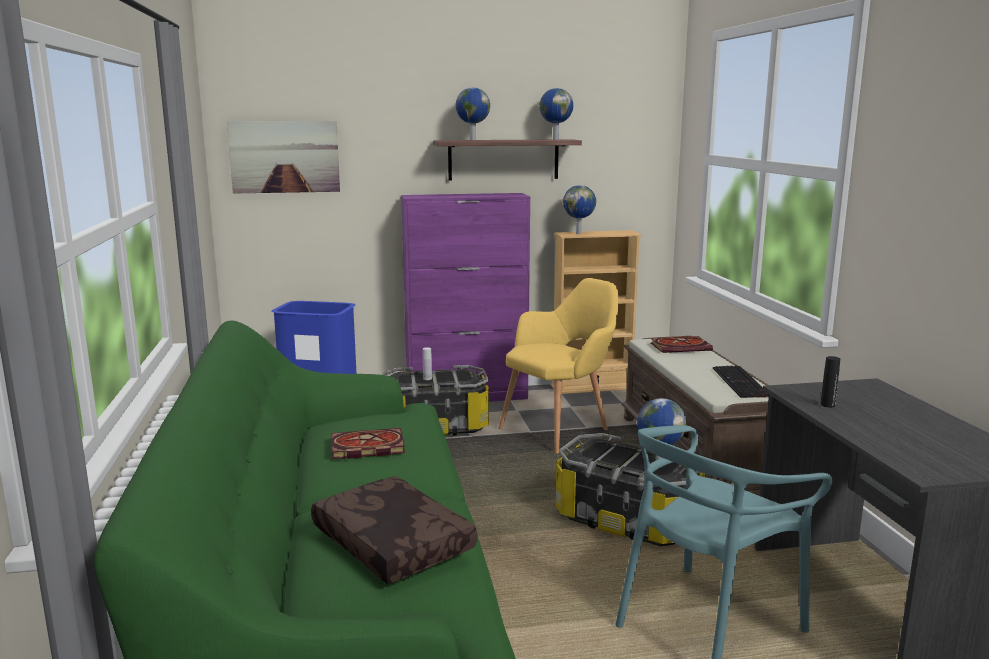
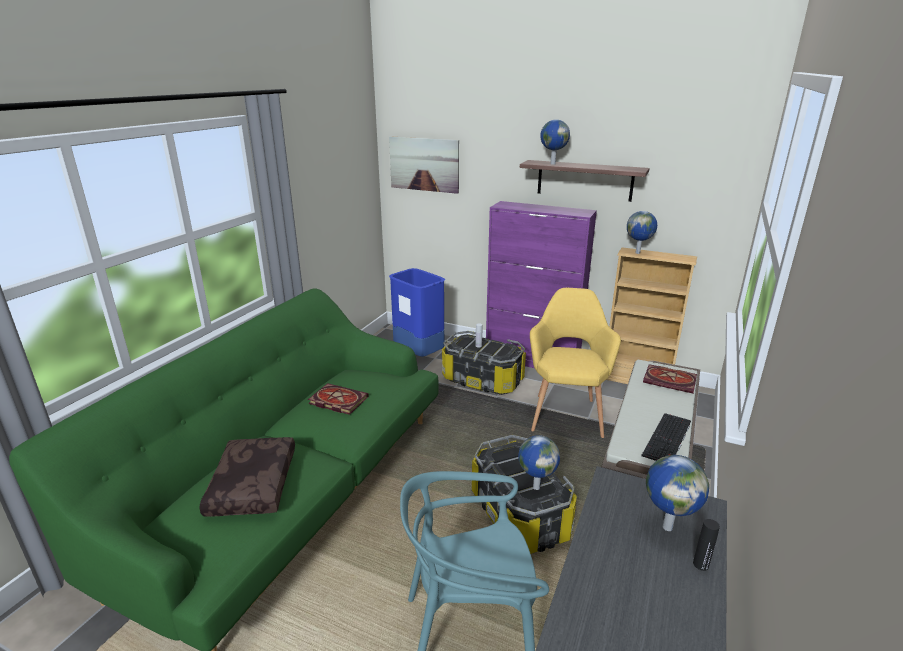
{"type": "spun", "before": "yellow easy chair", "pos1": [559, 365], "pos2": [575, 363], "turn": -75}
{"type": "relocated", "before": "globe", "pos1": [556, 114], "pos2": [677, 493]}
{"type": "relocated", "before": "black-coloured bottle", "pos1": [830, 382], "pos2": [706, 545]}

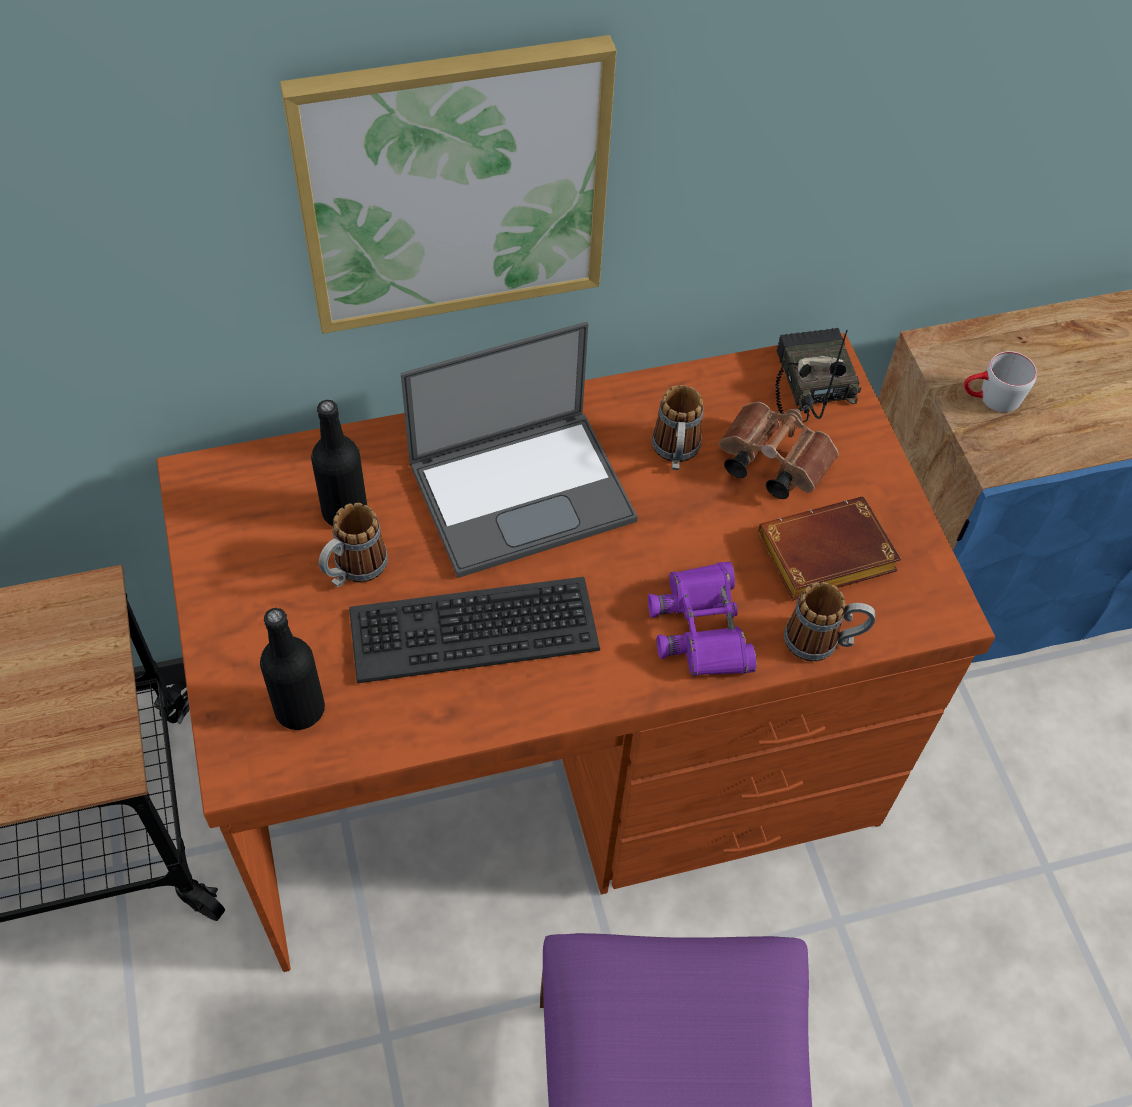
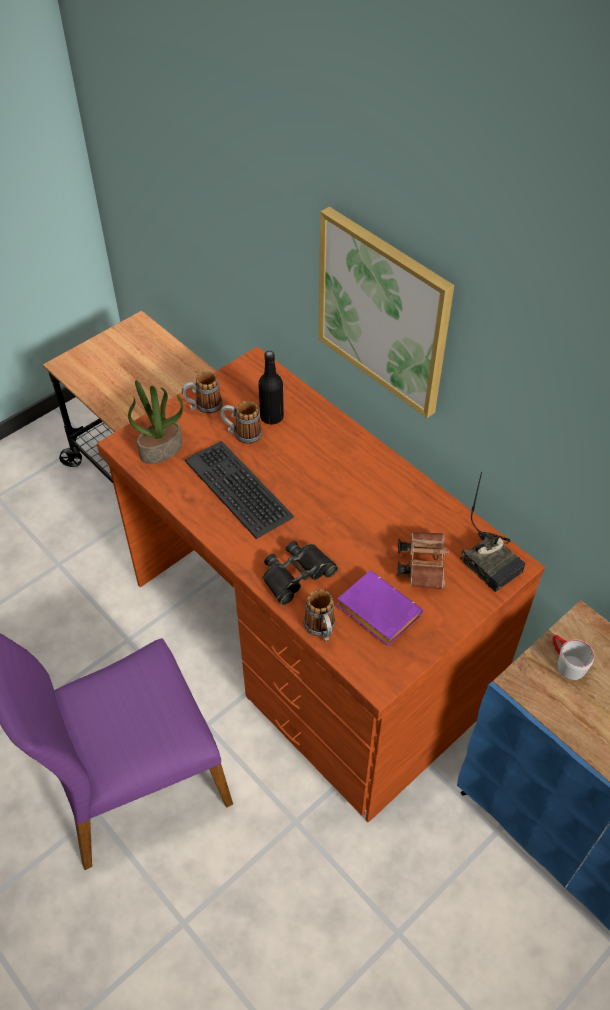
{"type": "exchanged", "before": "black-coloured bottle", "after": "plant in a pot", "pos1": [292, 669], "pos2": [155, 422]}
{"type": "relocated", "before": "mug", "pos1": [677, 427], "pos2": [202, 392]}
{"type": "colour", "before": "purple field glasses", "after": "black-coloured field glasses", "pos1": [702, 619], "pos2": [300, 573]}
{"type": "colour", "before": "brown-coloured bound book", "after": "purple bound book", "pos1": [829, 548], "pos2": [380, 608]}
{"type": "spun", "before": "radio receiver", "pos1": [818, 375], "pos2": [493, 532], "turn": 90}
{"type": "missing", "before": "portable computer", "pos1": [519, 450]}

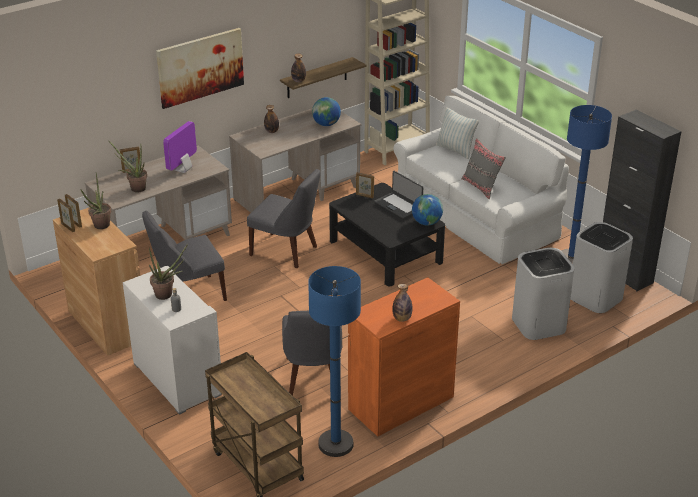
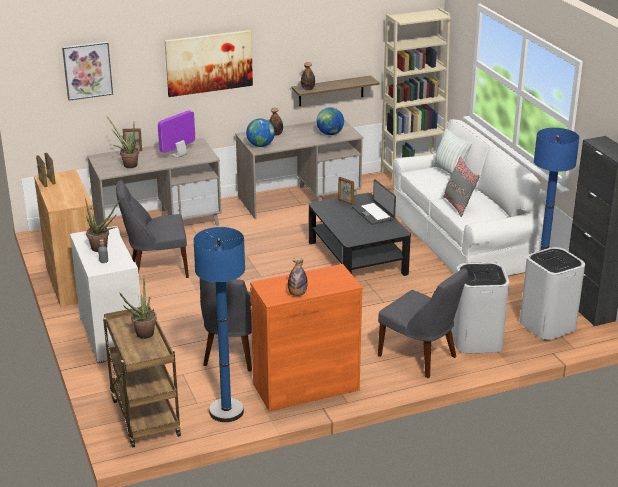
{"type": "appeared", "after": "wall picture", "pos2": [87, 71]}
{"type": "relocated", "before": "plant in a pot", "pos1": [96, 201], "pos2": [138, 308]}
{"type": "relocated", "before": "globe", "pos1": [427, 210], "pos2": [260, 132]}
{"type": "relocated", "before": "greyish plain chair", "pos1": [284, 218], "pos2": [423, 323]}

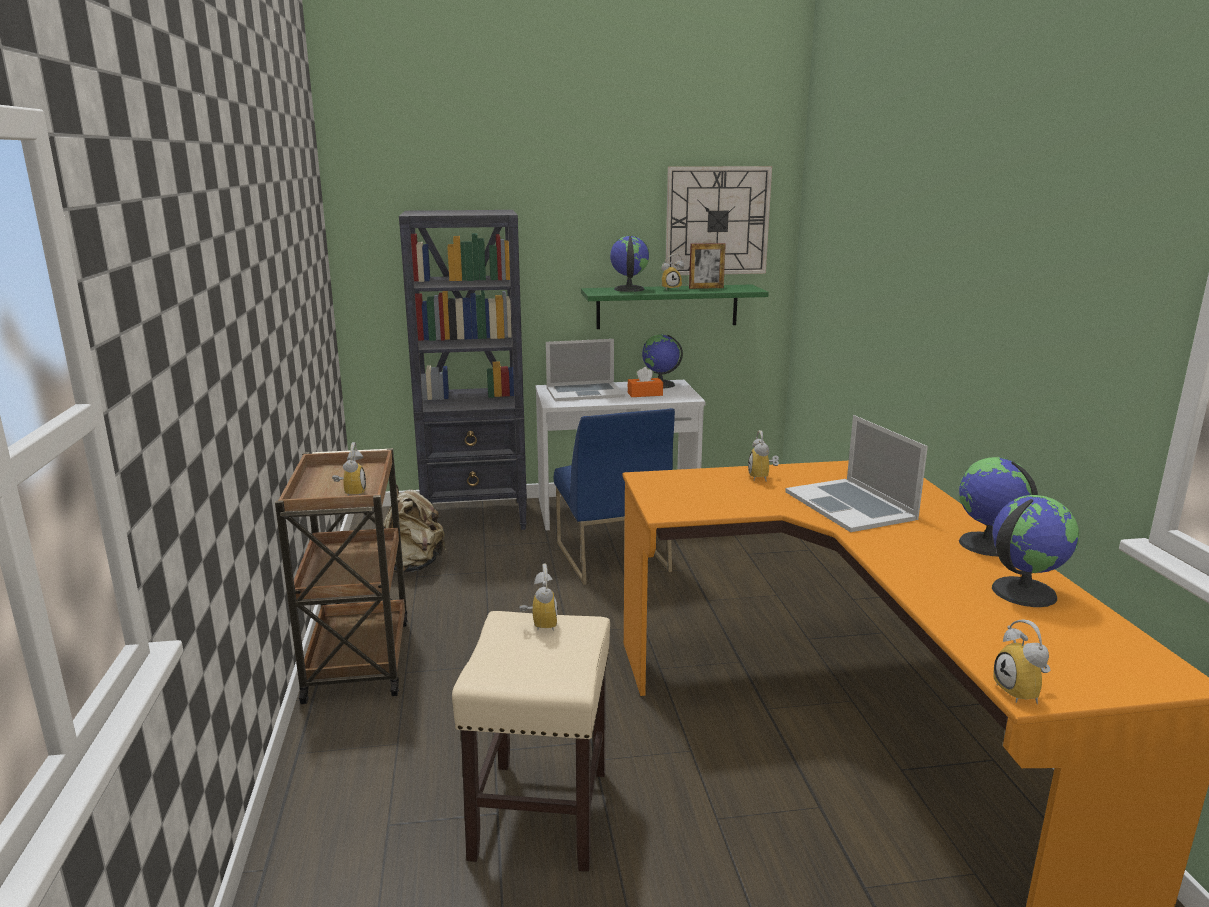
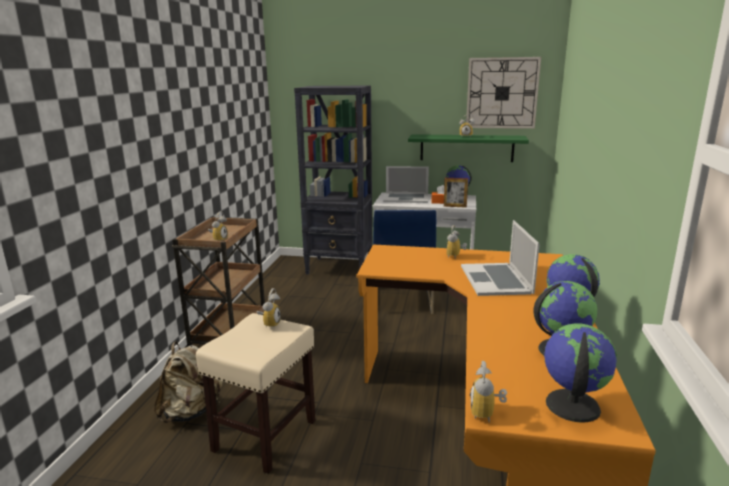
{"type": "relocated", "before": "sand-coloured knapsack", "pos1": [414, 528], "pos2": [188, 382]}
{"type": "relocated", "before": "photo frame", "pos1": [707, 266], "pos2": [456, 193]}
{"type": "relocated", "before": "globe", "pos1": [629, 264], "pos2": [580, 373]}

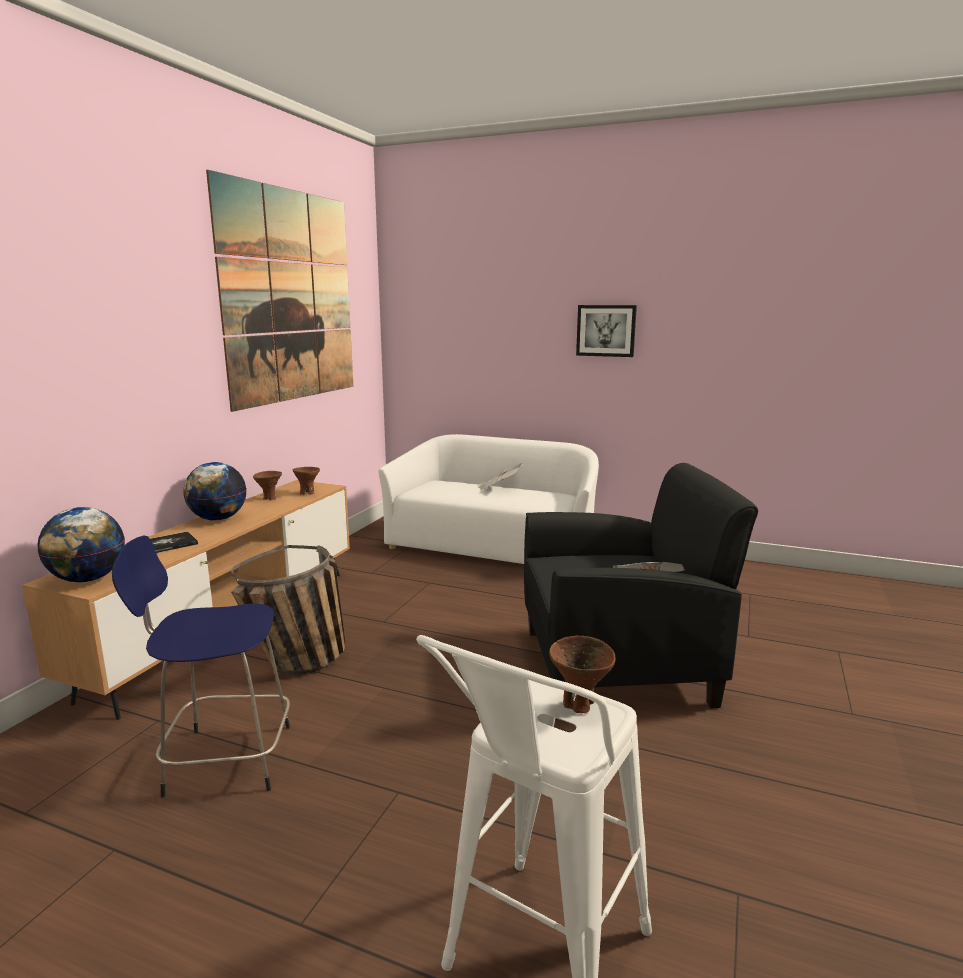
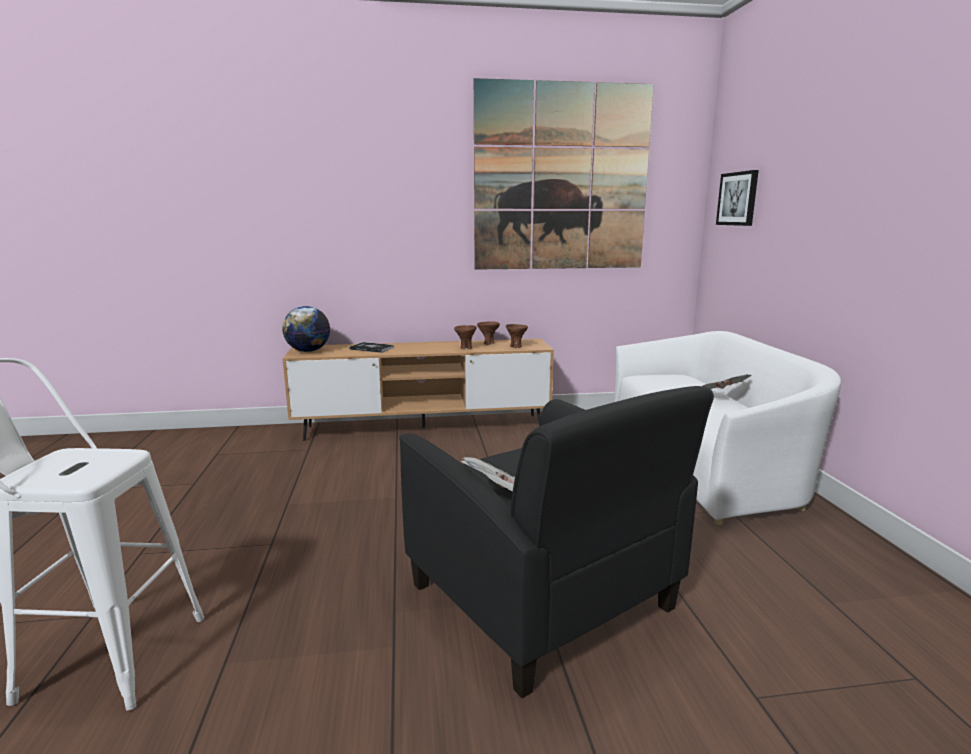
{"type": "relocated", "before": "brown-coloured serving bowl", "pos1": [582, 674], "pos2": [465, 337]}
{"type": "relocated", "before": "wall picture", "pos1": [606, 331], "pos2": [737, 198]}
{"type": "missing", "before": "blue sitting stool", "pos1": [201, 666]}
{"type": "missing", "before": "globe", "pos1": [215, 491]}
{"type": "missing", "before": "household basket", "pos1": [288, 610]}

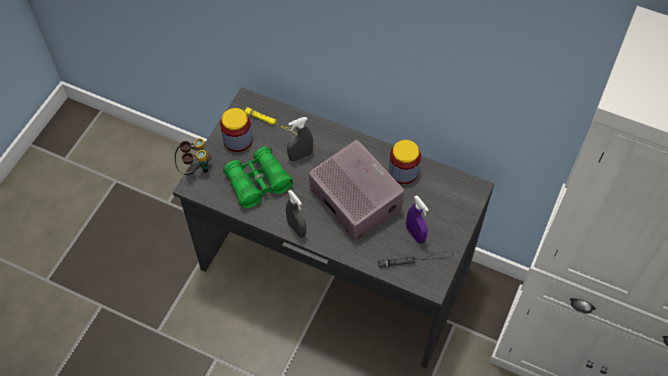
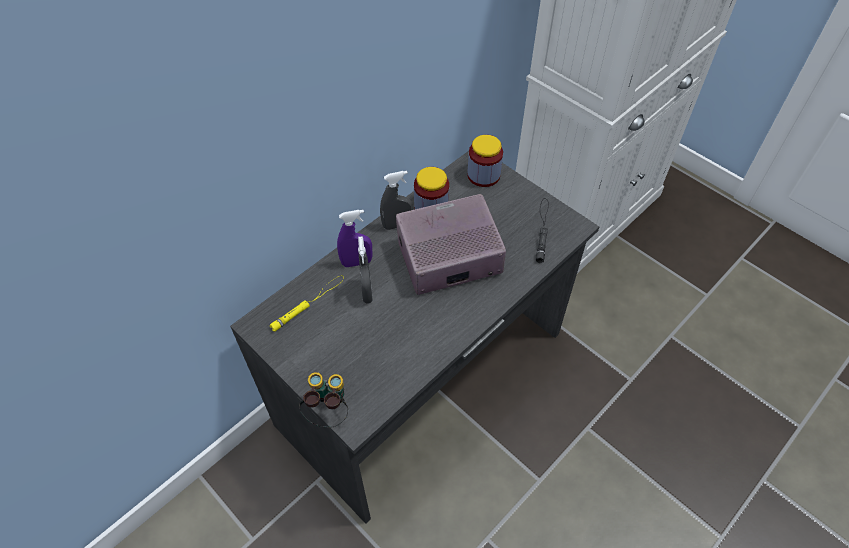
{"type": "relocated", "before": "purple hand sprayer", "pos1": [417, 219], "pos2": [354, 238]}
{"type": "relocated", "before": "greyish hand sprayer", "pos1": [296, 213], "pos2": [396, 200]}
{"type": "relocated", "before": "storage jar", "pos1": [236, 130], "pos2": [485, 161]}
{"type": "missing", "before": "green field glasses", "pos1": [258, 177]}

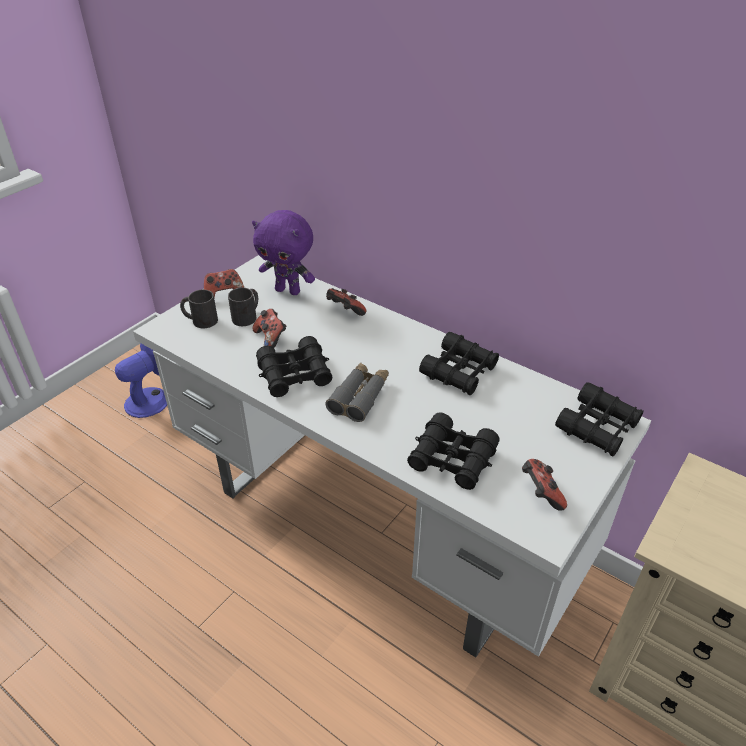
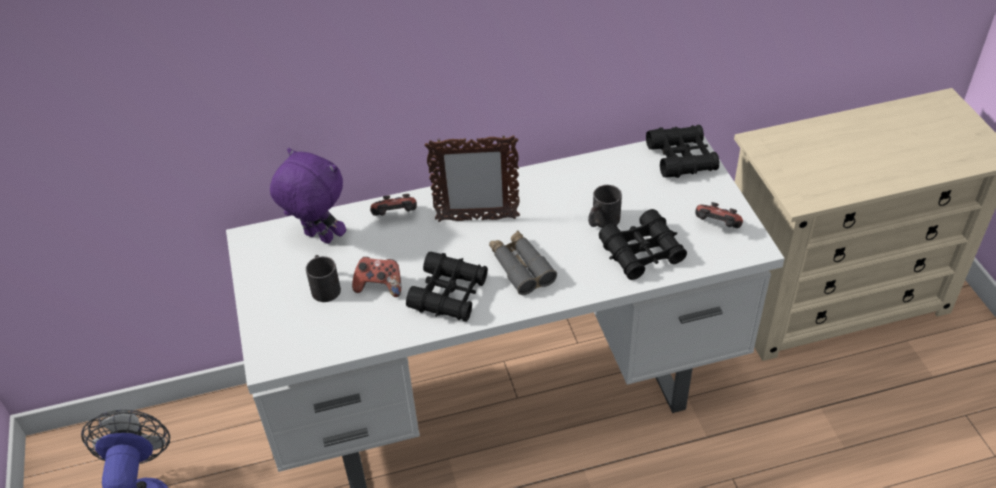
{"type": "spun", "before": "purple plush toy", "pos1": [283, 252], "pos2": [308, 196], "turn": -120}
{"type": "appeared", "after": "photo frame", "pos2": [472, 178]}
{"type": "relocated", "before": "black-coloured mug", "pos1": [199, 309], "pos2": [605, 206]}
{"type": "missing", "before": "game controller", "pos1": [224, 283]}
{"type": "missing", "before": "black-coloured field glasses", "pos1": [459, 363]}

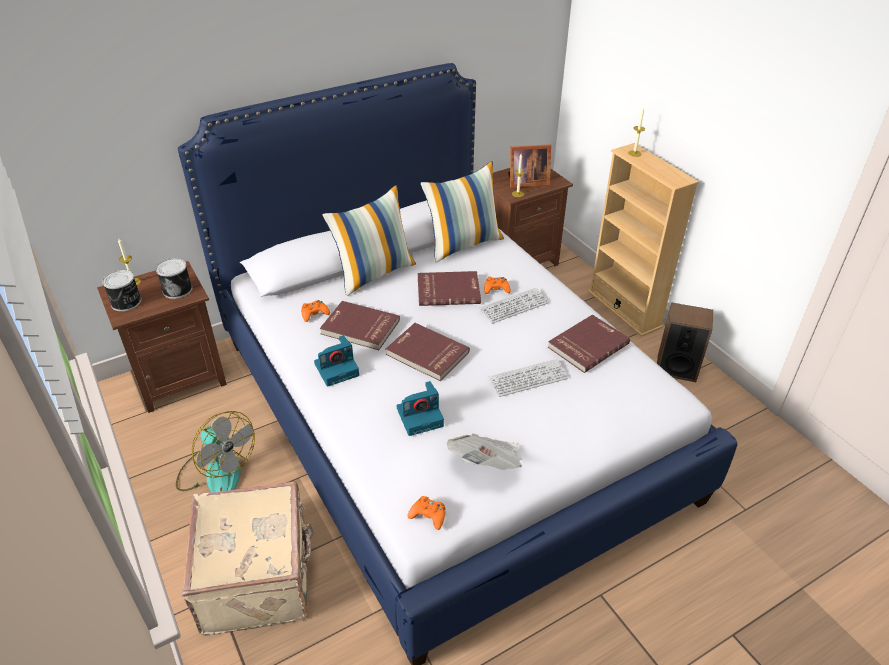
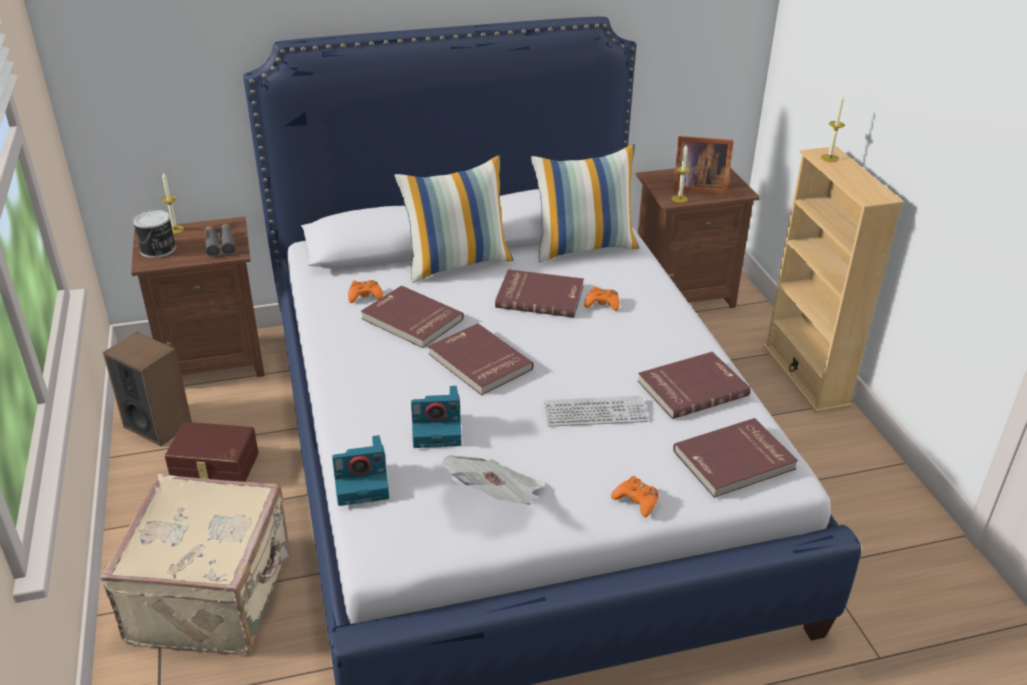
{"type": "relocated", "before": "speaker", "pos1": [685, 342], "pos2": [147, 389]}
{"type": "exchanged", "before": "cooling fan", "after": "brown-coloured storage container", "pos1": [215, 451], "pos2": [211, 452]}
{"type": "exchanged", "before": "sealed can", "after": "greyish field glasses", "pos1": [174, 278], "pos2": [220, 240]}
{"type": "relocated", "before": "photo camera", "pos1": [336, 361], "pos2": [360, 470]}
{"type": "relocated", "before": "orangey game controller", "pos1": [427, 513], "pos2": [635, 496]}
{"type": "appeared", "after": "reddish bound book", "pos2": [735, 458]}
{"type": "missing", "before": "PC keyboard", "pos1": [514, 305]}

